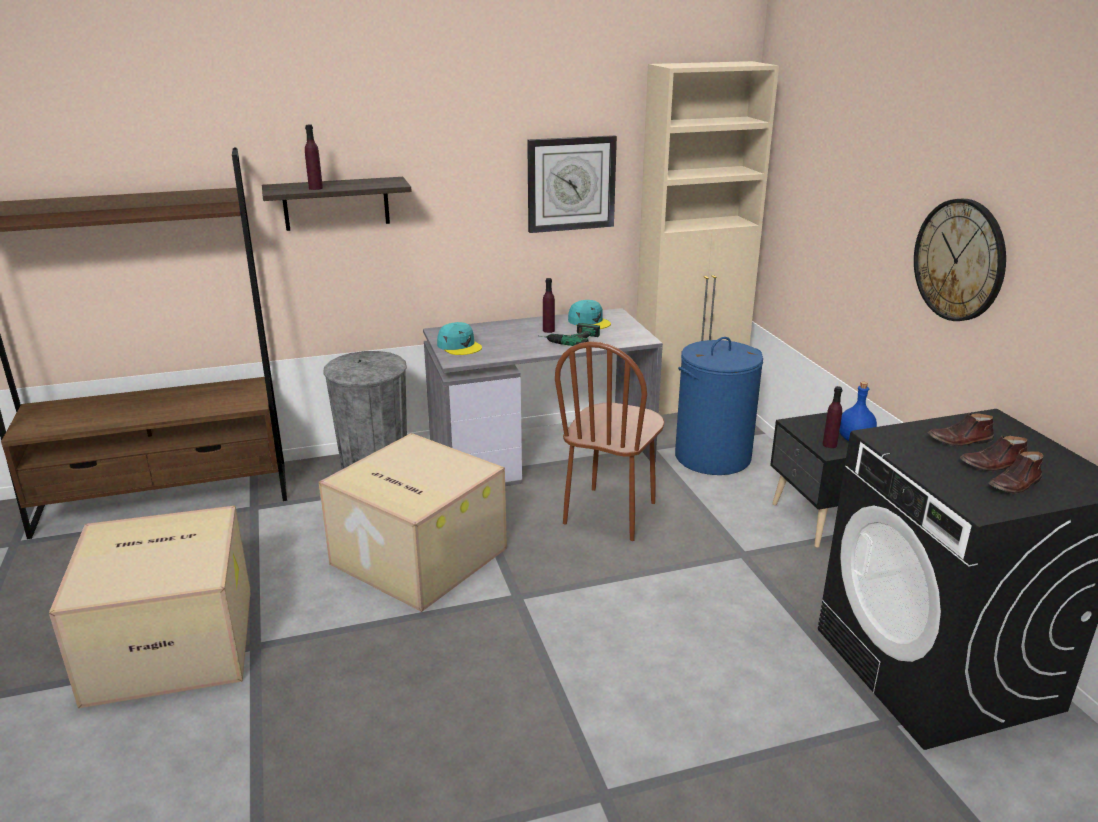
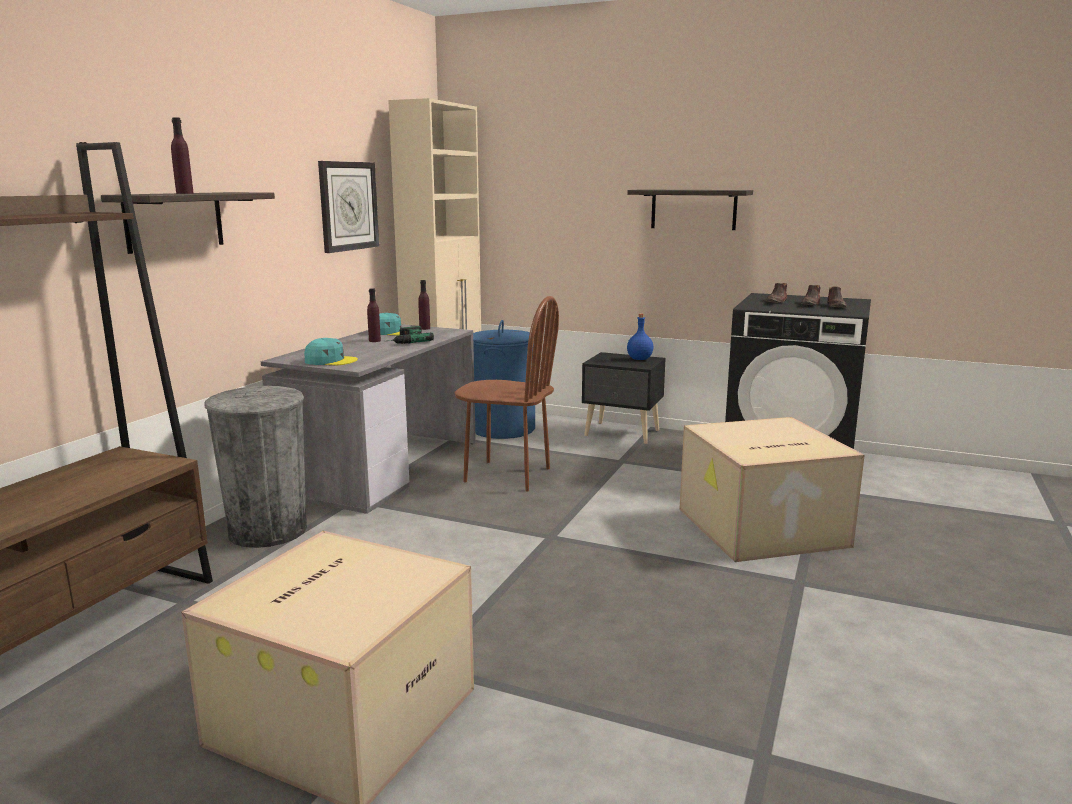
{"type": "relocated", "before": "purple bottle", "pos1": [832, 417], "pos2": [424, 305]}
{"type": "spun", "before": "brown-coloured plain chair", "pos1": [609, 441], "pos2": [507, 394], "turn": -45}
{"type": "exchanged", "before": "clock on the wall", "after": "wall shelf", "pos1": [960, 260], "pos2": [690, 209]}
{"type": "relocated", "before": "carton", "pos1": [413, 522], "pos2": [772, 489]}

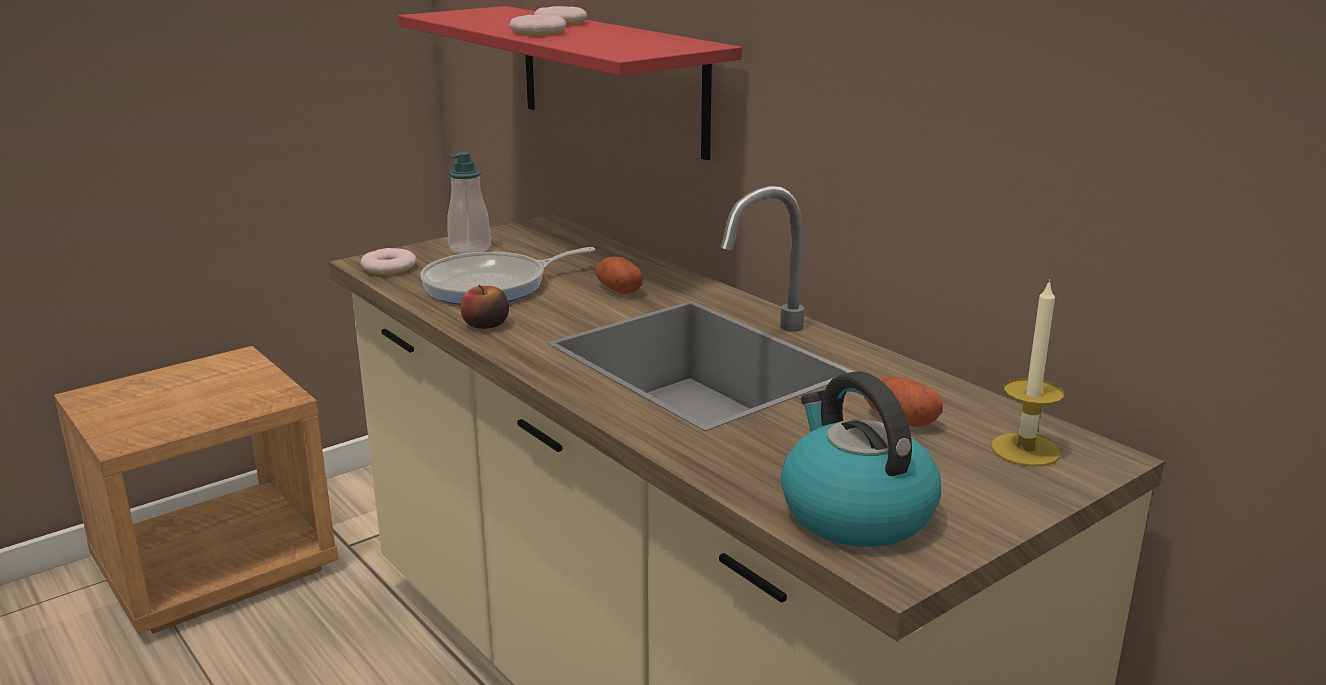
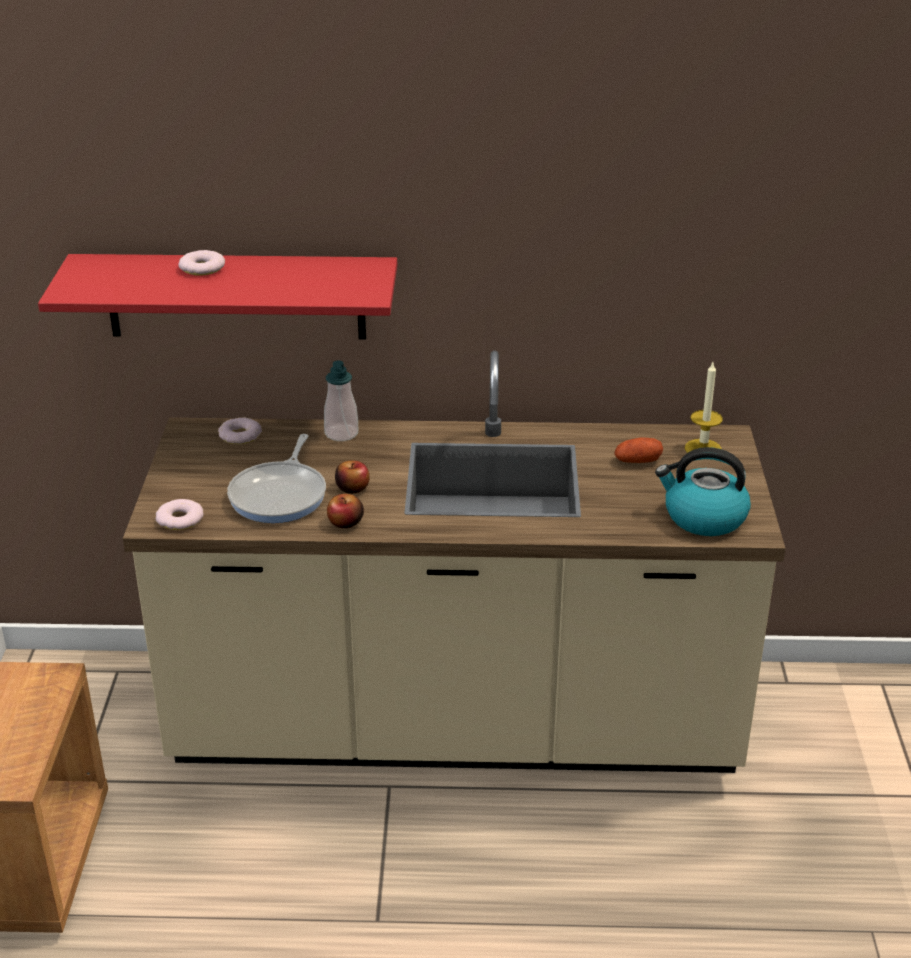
{"type": "relocated", "before": "ring doughnut", "pos1": [538, 25], "pos2": [240, 431]}
{"type": "relocated", "before": "soap dispenser", "pos1": [469, 203], "pos2": [341, 401]}
{"type": "appeared", "after": "whole apple", "pos2": [352, 477]}
{"type": "missing", "before": "spud", "pos1": [619, 275]}

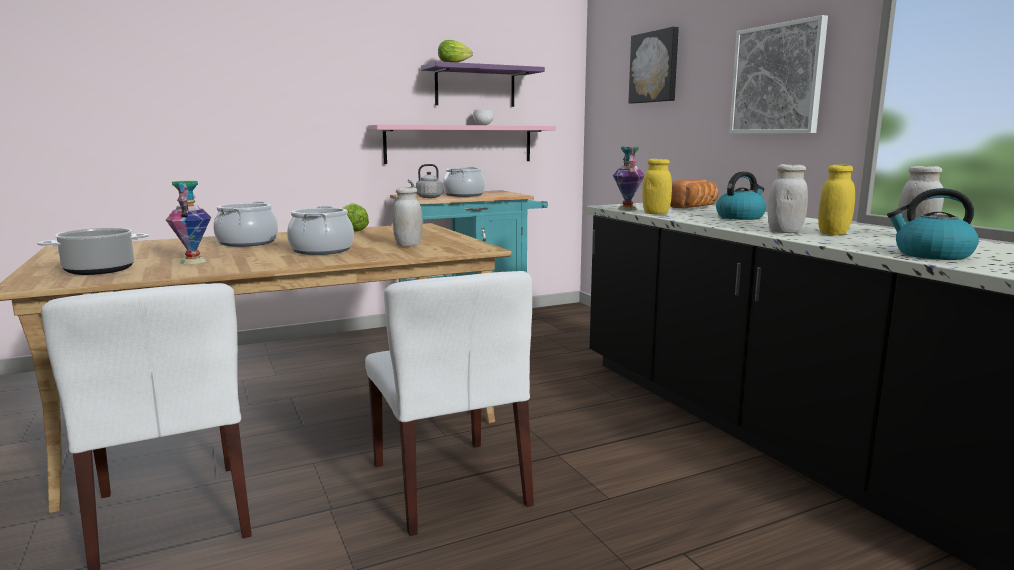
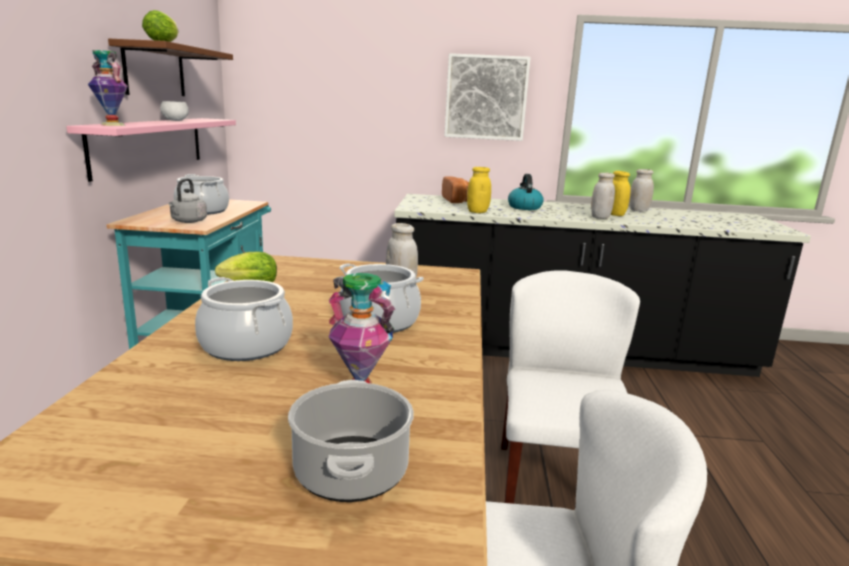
{"type": "relocated", "before": "vase", "pos1": [628, 178], "pos2": [108, 88]}
{"type": "colour", "before": "purple wall shelf", "after": "brown-coloured wall shelf", "pos1": [483, 84], "pos2": [170, 67]}
{"type": "spun", "before": "whitish plain chair", "pos1": [449, 403], "pos2": [570, 387], "turn": -90}
{"type": "missing", "before": "wall picture", "pos1": [653, 65]}
{"type": "missing", "before": "kettle", "pos1": [933, 224]}

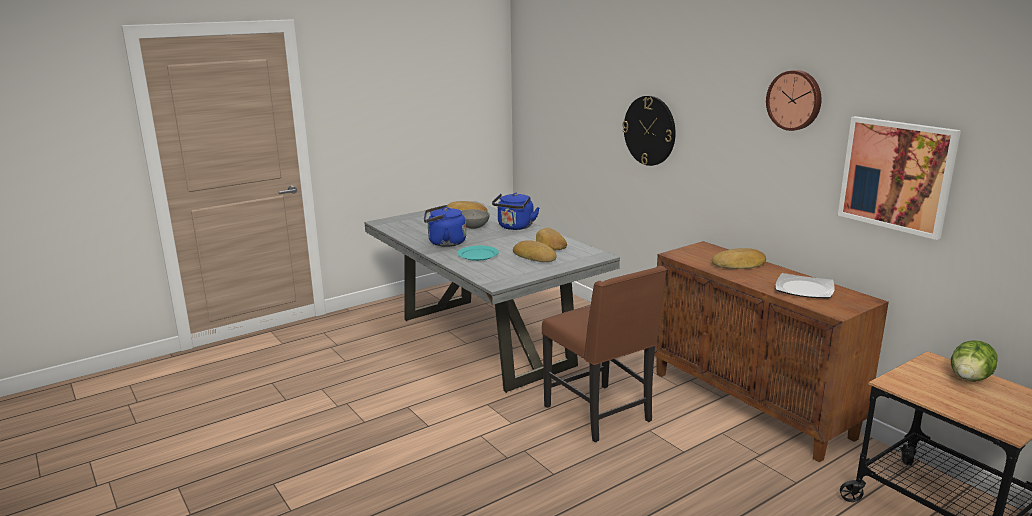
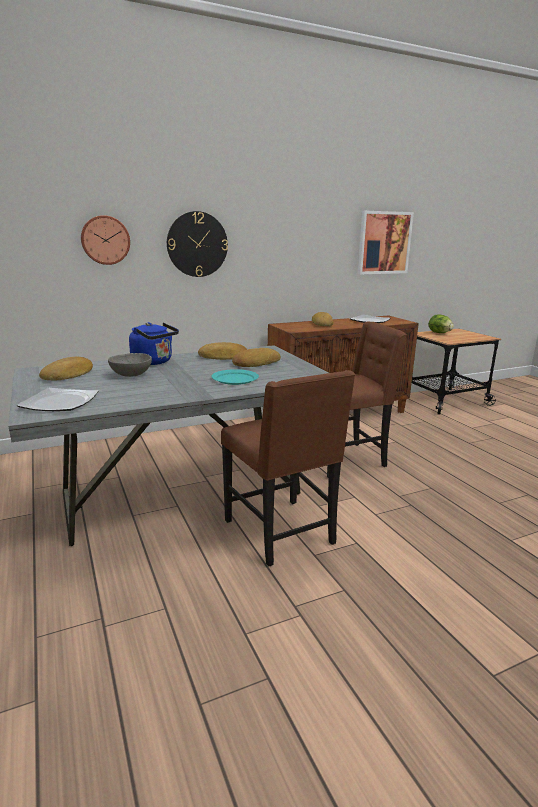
{"type": "appeared", "after": "plate", "pos2": [58, 399]}
{"type": "relocated", "before": "clock on the wall", "pos1": [793, 100], "pos2": [105, 240]}
{"type": "appeared", "after": "brown-coloured plain chair", "pos2": [288, 468]}
{"type": "missing", "before": "blue kettle", "pos1": [445, 226]}

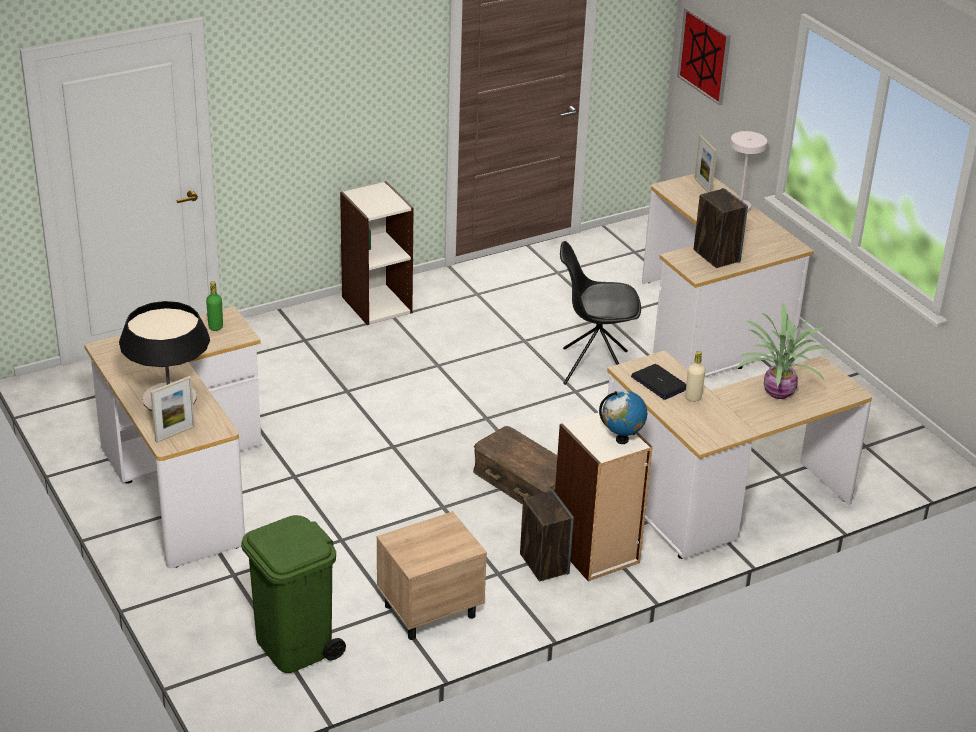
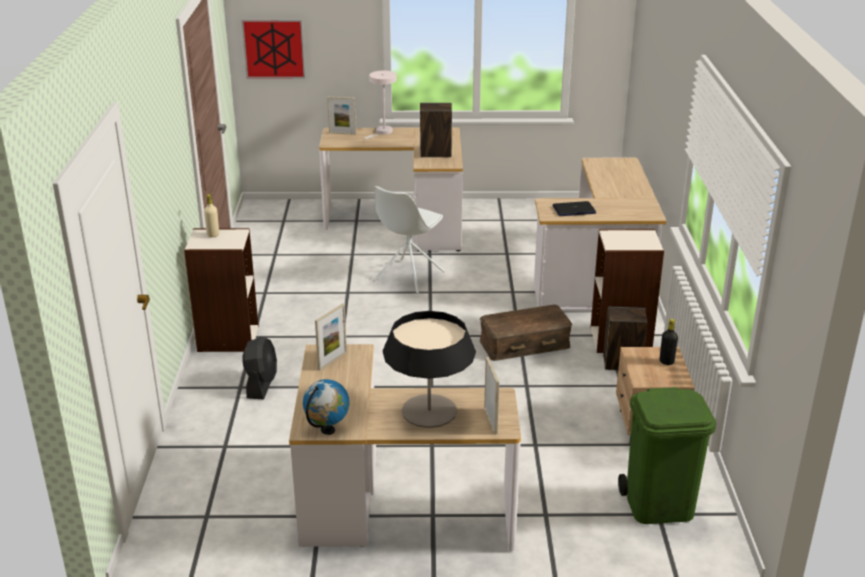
{"type": "relocated", "before": "sand-coloured bottle", "pos1": [695, 376], "pos2": [211, 216]}
{"type": "appeared", "after": "black-coloured cooling fan", "pos2": [259, 368]}
{"type": "relocated", "before": "globe", "pos1": [623, 417], "pos2": [326, 407]}
{"type": "exchanged", "before": "green bottle", "after": "photo frame", "pos1": [214, 306], "pos2": [331, 337]}
{"type": "colour", "before": "black-coloured plain chair", "after": "whitish plain chair", "pos1": [600, 313], "pos2": [409, 240]}
{"type": "appeared", "after": "black-coloured bottle", "pos2": [669, 342]}
{"type": "missing", "before": "plant in a pot", "pos1": [782, 351]}

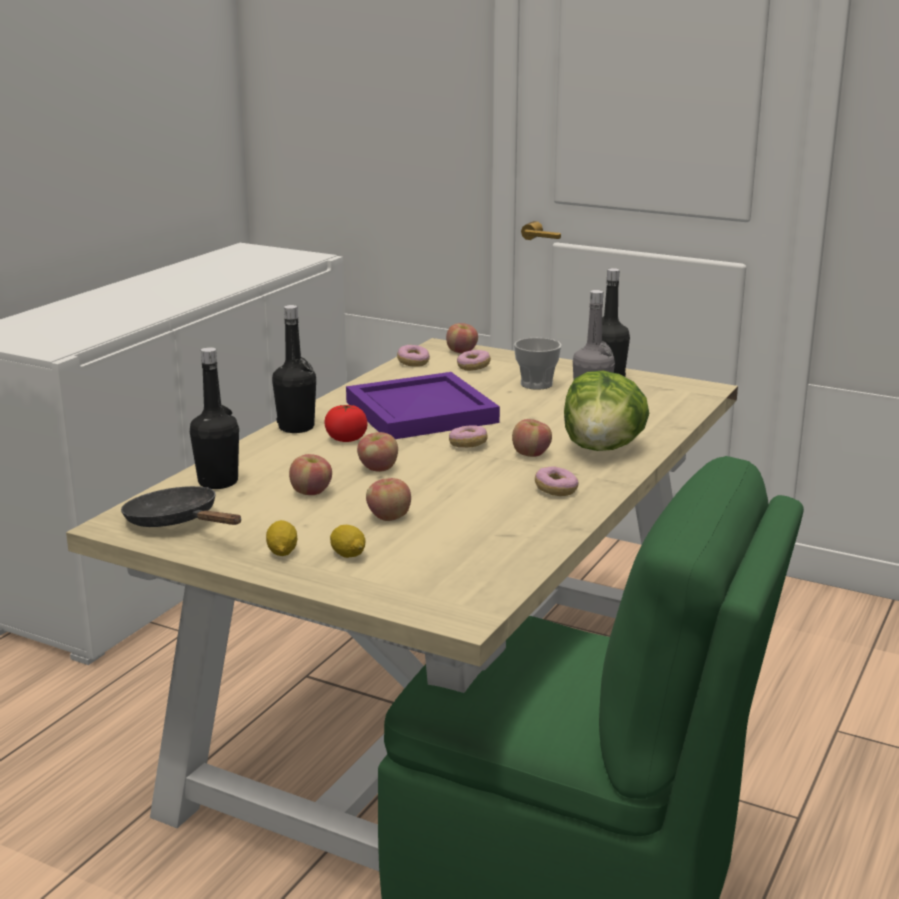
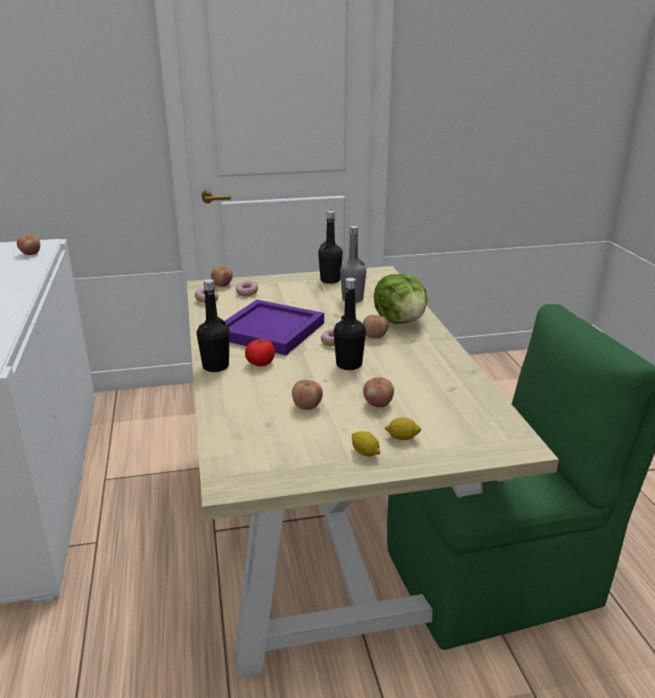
{"type": "relocated", "before": "whole apple", "pos1": [377, 452], "pos2": [28, 244]}
{"type": "relocated", "before": "black-coloured bottle", "pos1": [214, 418], "pos2": [350, 324]}
{"type": "missing", "before": "black-coloured frying pan", "pos1": [181, 506]}
{"type": "missing", "before": "drinking cup", "pos1": [537, 364]}
{"type": "missing", "before": "ring doughnut", "pos1": [556, 481]}

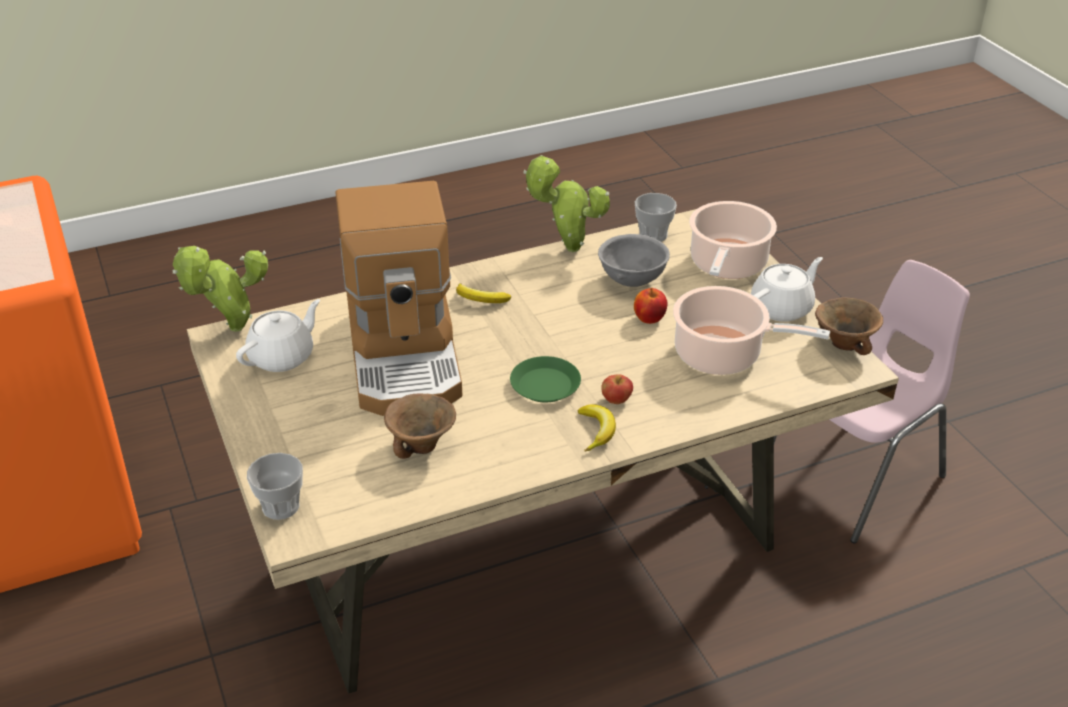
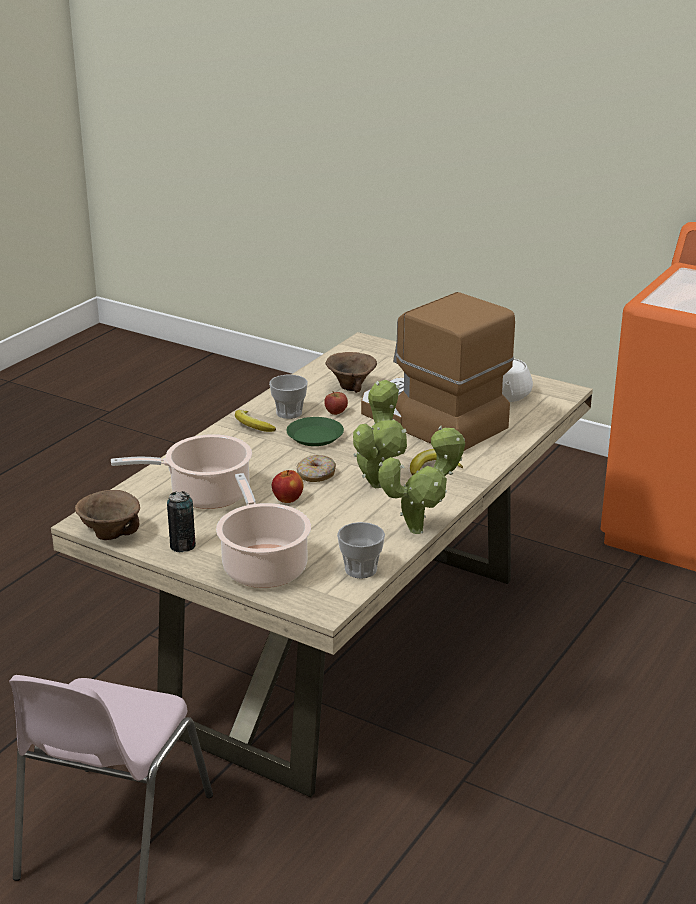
{"type": "exchanged", "before": "whitish pot for tea", "after": "sealed can", "pos1": [787, 289], "pos2": [181, 521]}
{"type": "relocated", "before": "drinking cup", "pos1": [275, 486], "pos2": [288, 397]}
{"type": "appeared", "after": "ring doughnut", "pos2": [316, 468]}
{"type": "relocated", "before": "whole apple", "pos1": [617, 389], "pos2": [336, 403]}
{"type": "relocated", "before": "plant in a pot", "pos1": [220, 289], "pos2": [380, 434]}
{"type": "missing", "before": "greyish serving bowl", "pos1": [634, 260]}

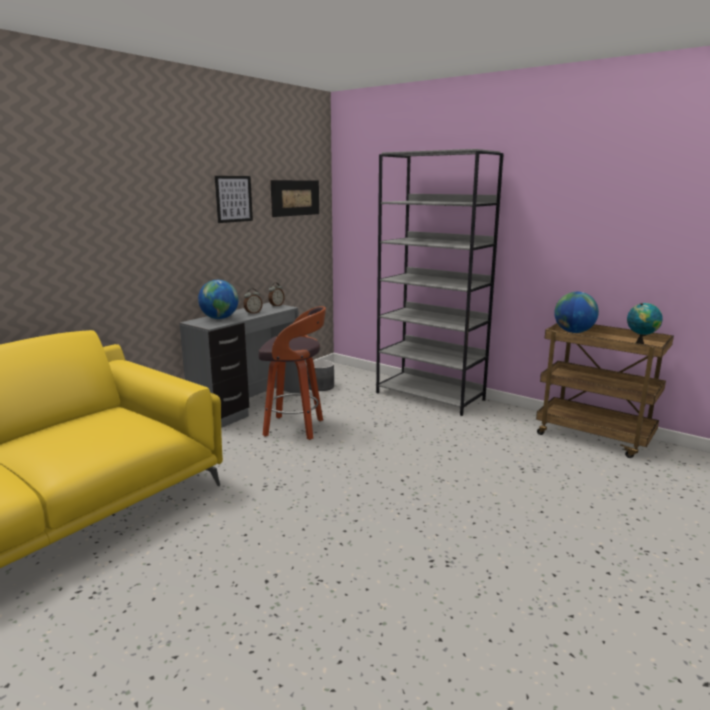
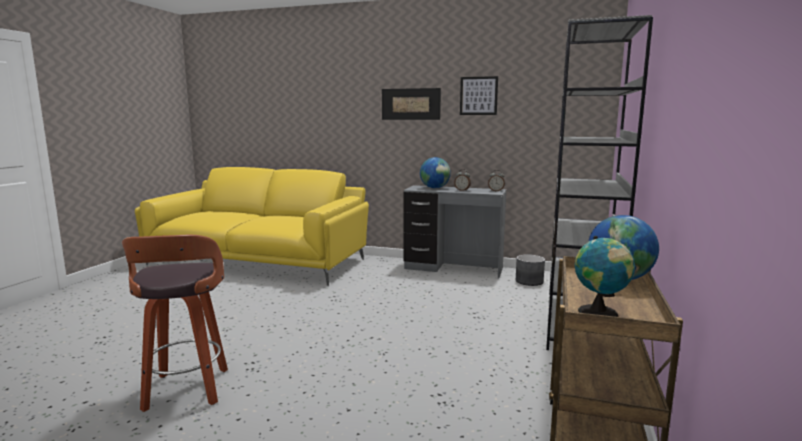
{"type": "relocated", "before": "sitting stool", "pos1": [292, 373], "pos2": [175, 323]}
{"type": "relocated", "before": "wall picture", "pos1": [294, 198], "pos2": [411, 104]}

